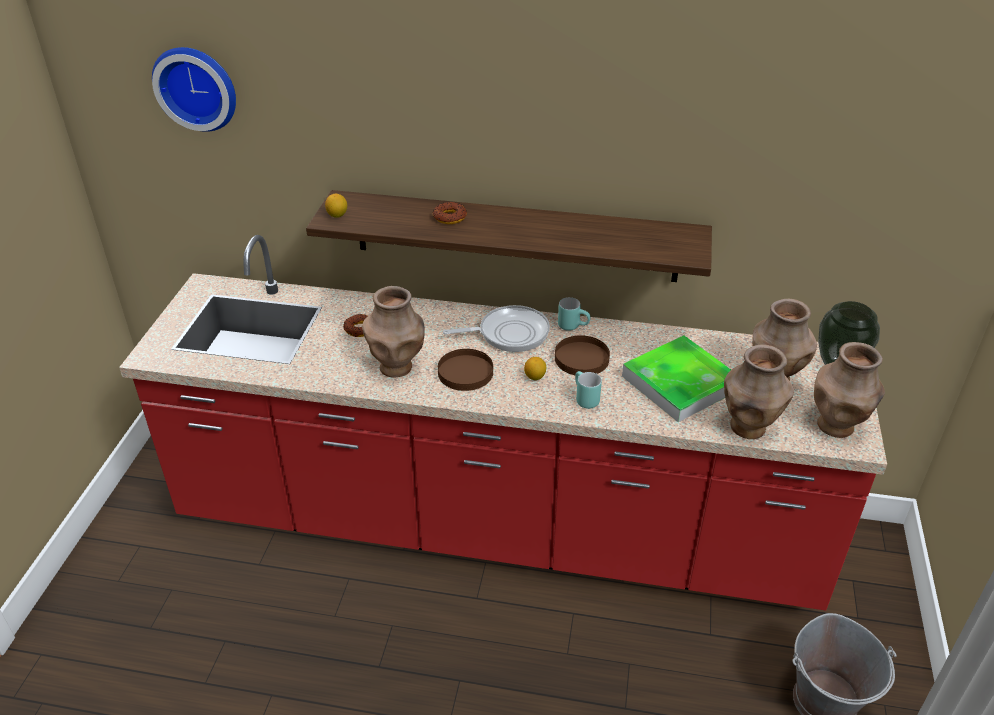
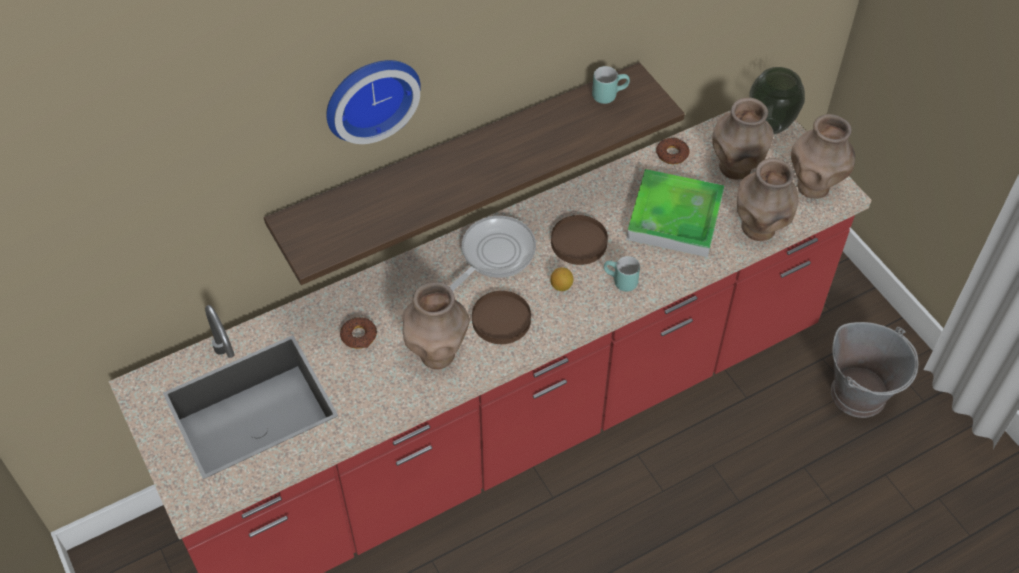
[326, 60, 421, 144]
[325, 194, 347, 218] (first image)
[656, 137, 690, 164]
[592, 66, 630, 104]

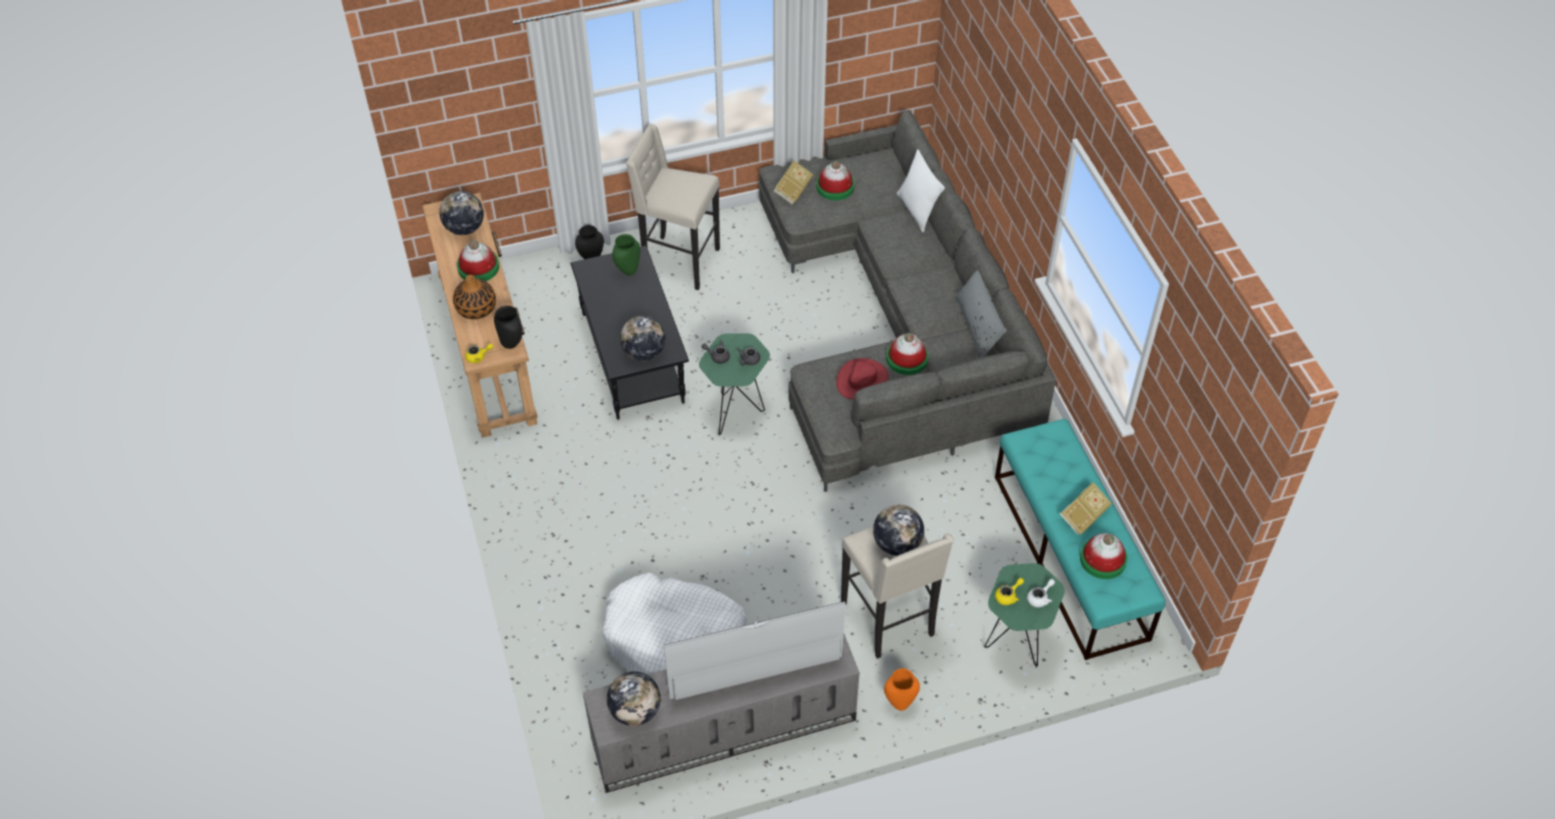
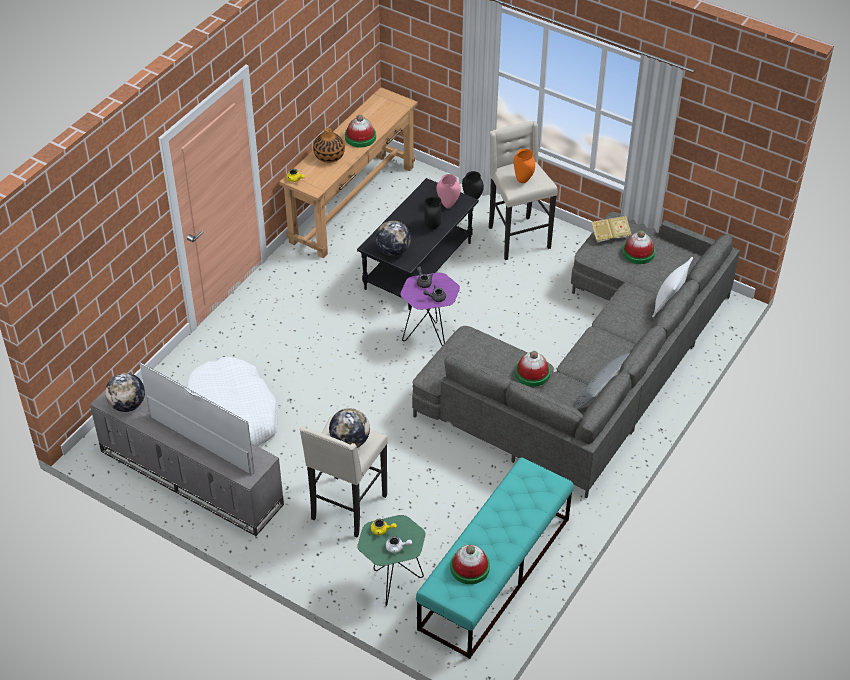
[439, 191, 484, 235] (first image)
[436, 174, 461, 208]
[424, 195, 441, 229]
[400, 273, 460, 346]
[836, 358, 889, 400] (first image)
[1060, 482, 1112, 535] (first image)
[514, 149, 535, 183]

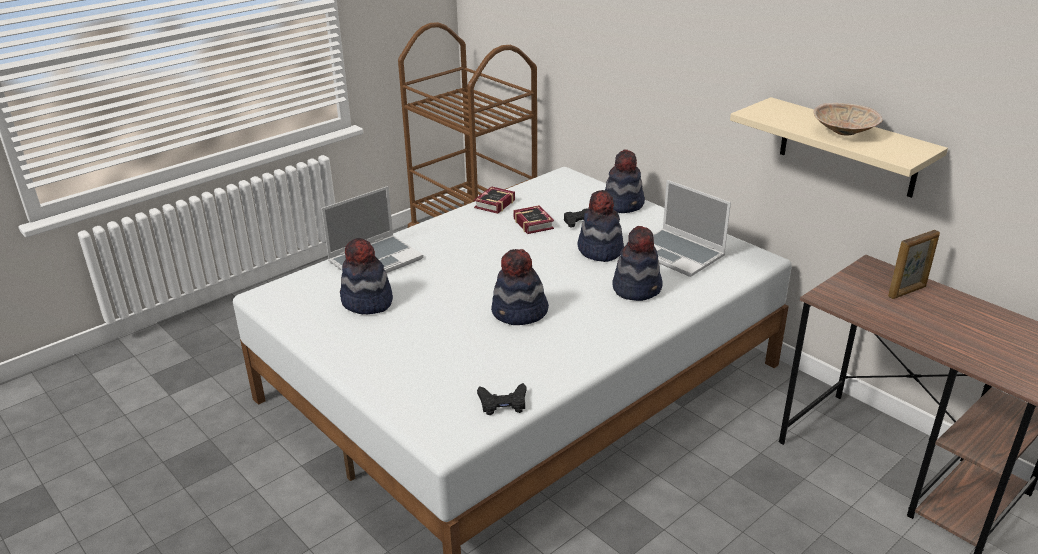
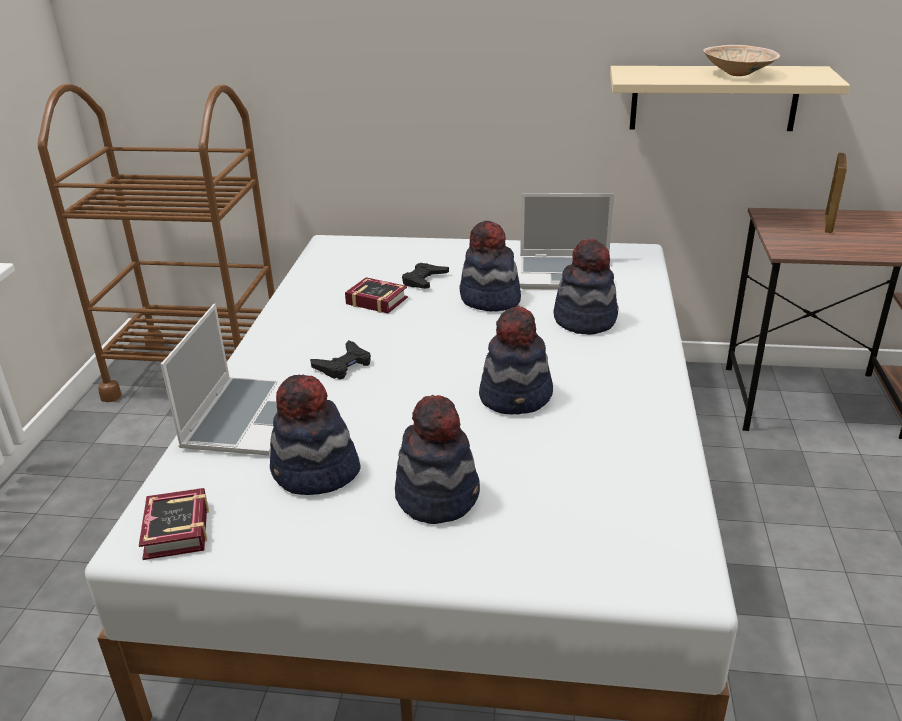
[395, 395, 480, 524]
[139, 488, 209, 560]
[310, 340, 371, 380]

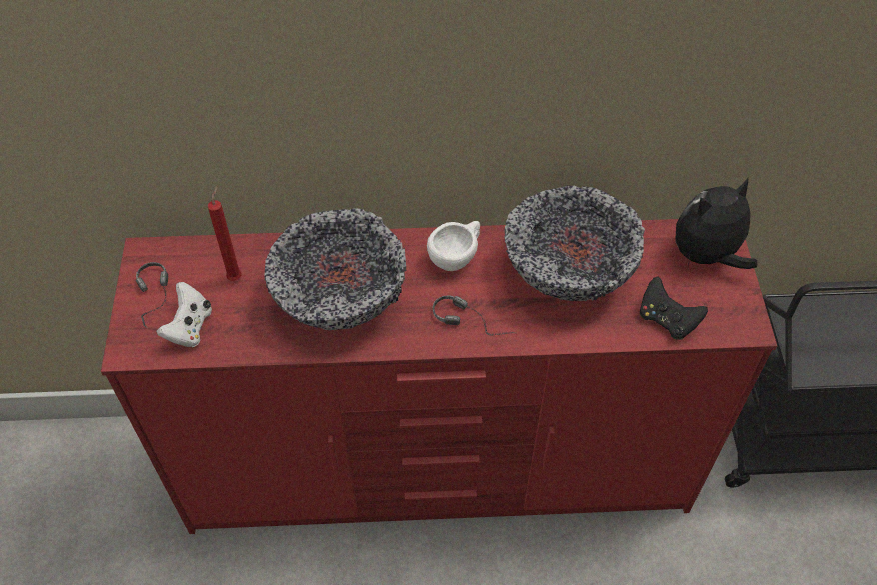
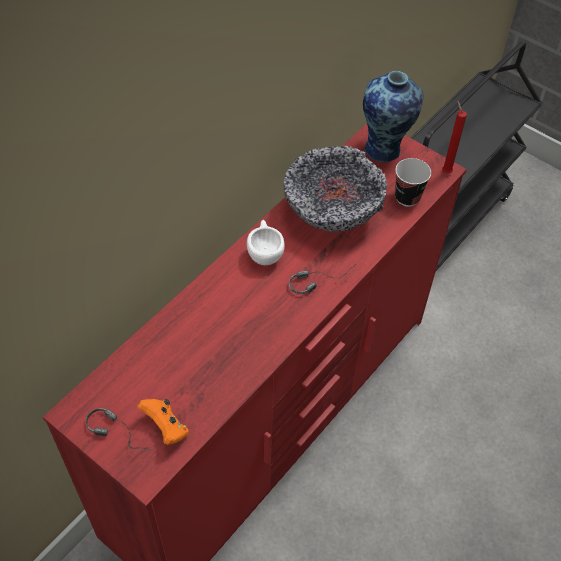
[363, 71, 424, 162]
[442, 100, 467, 174]
[264, 208, 406, 330] (first image)
[395, 158, 431, 207]
[137, 399, 189, 445]

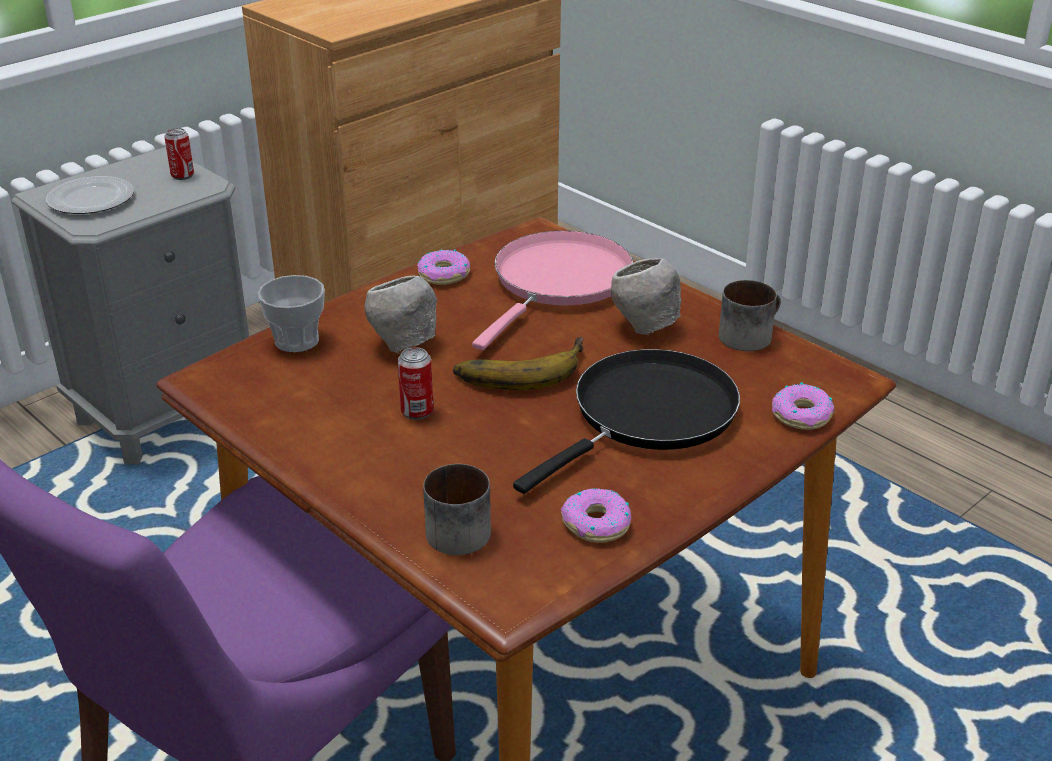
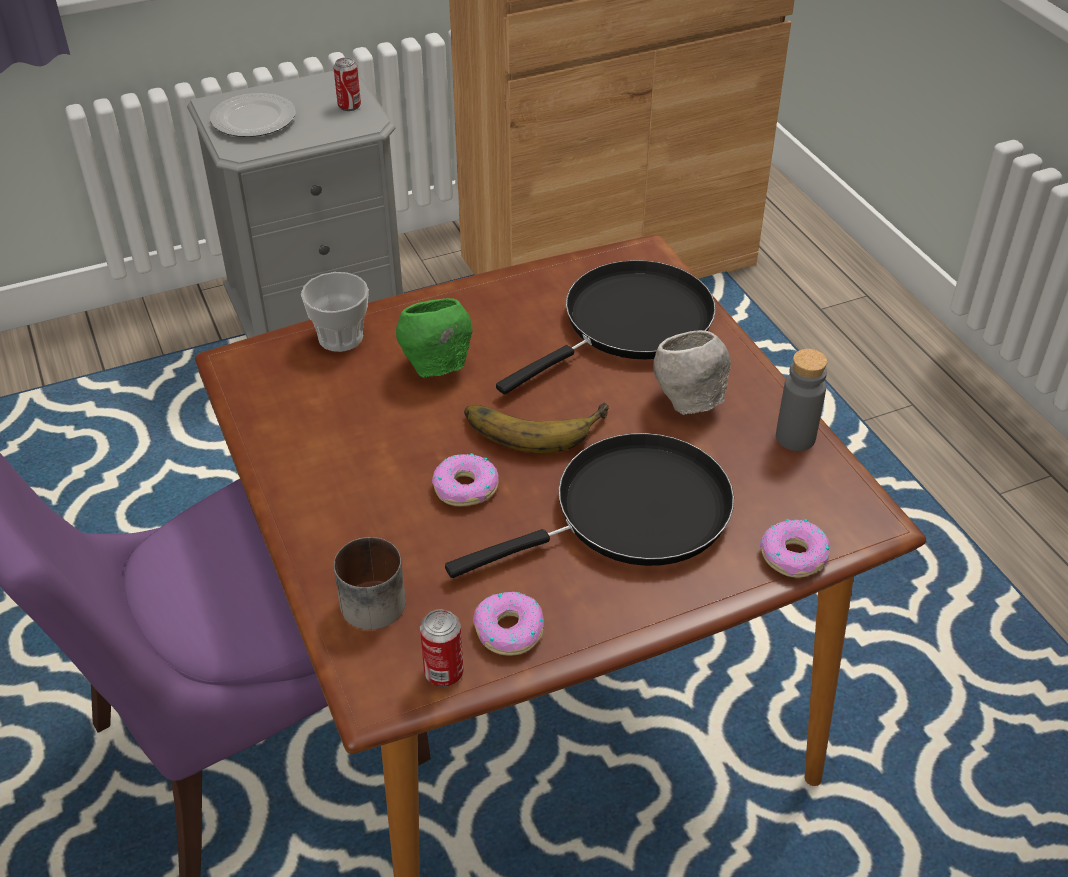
[496, 260, 716, 394]
[432, 453, 498, 507]
[396, 298, 473, 378]
[776, 349, 828, 451]
[420, 609, 464, 687]

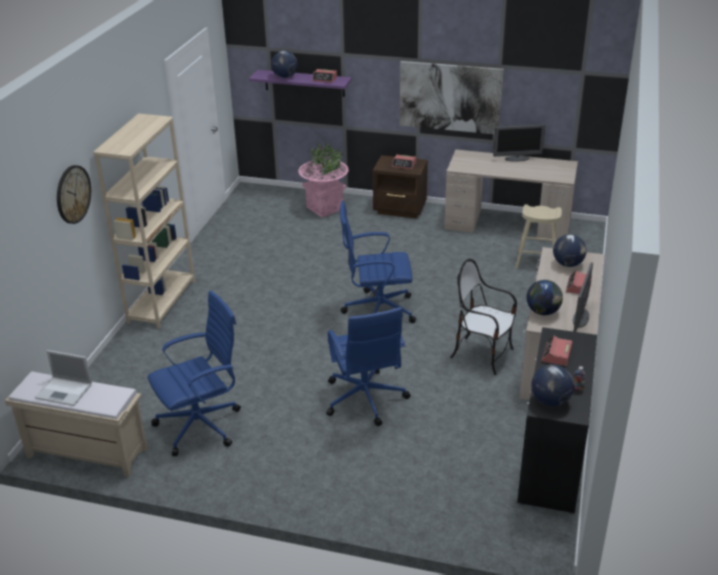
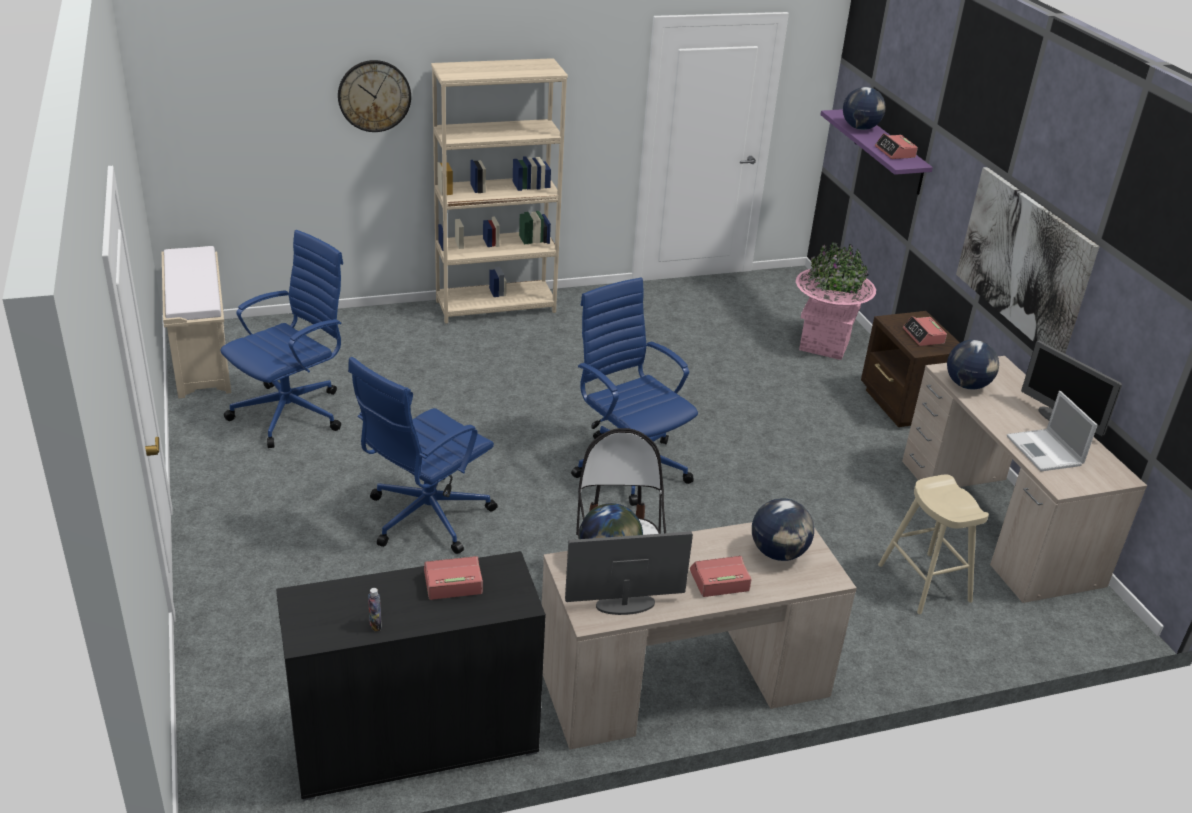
[221, 230, 343, 448]
[1007, 391, 1098, 472]
[947, 339, 999, 390]

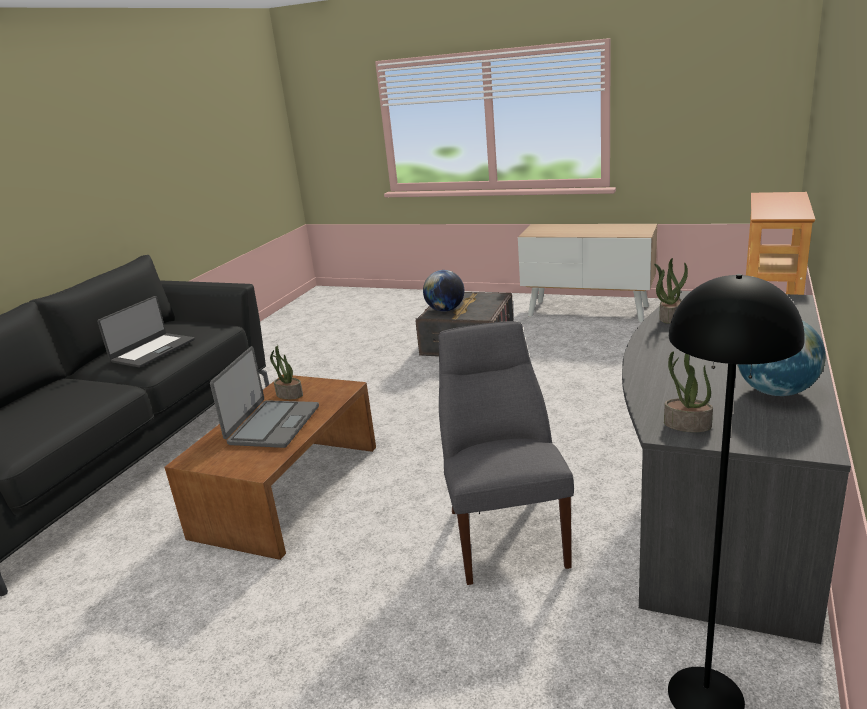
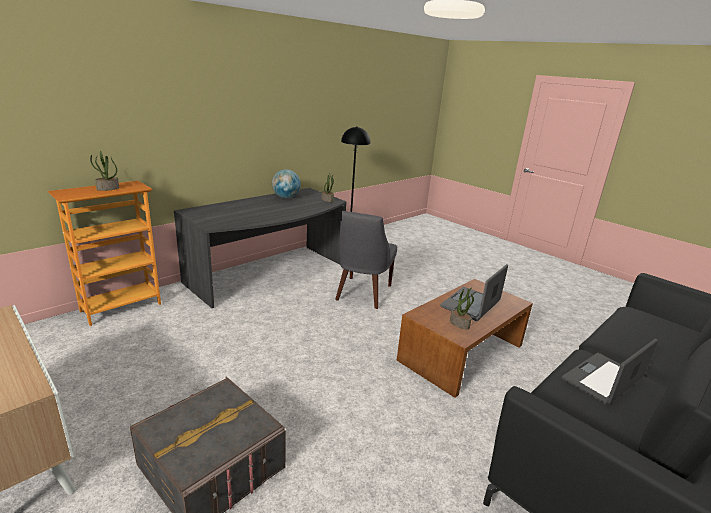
[90, 151, 119, 191]
[423, 270, 464, 312] (first image)

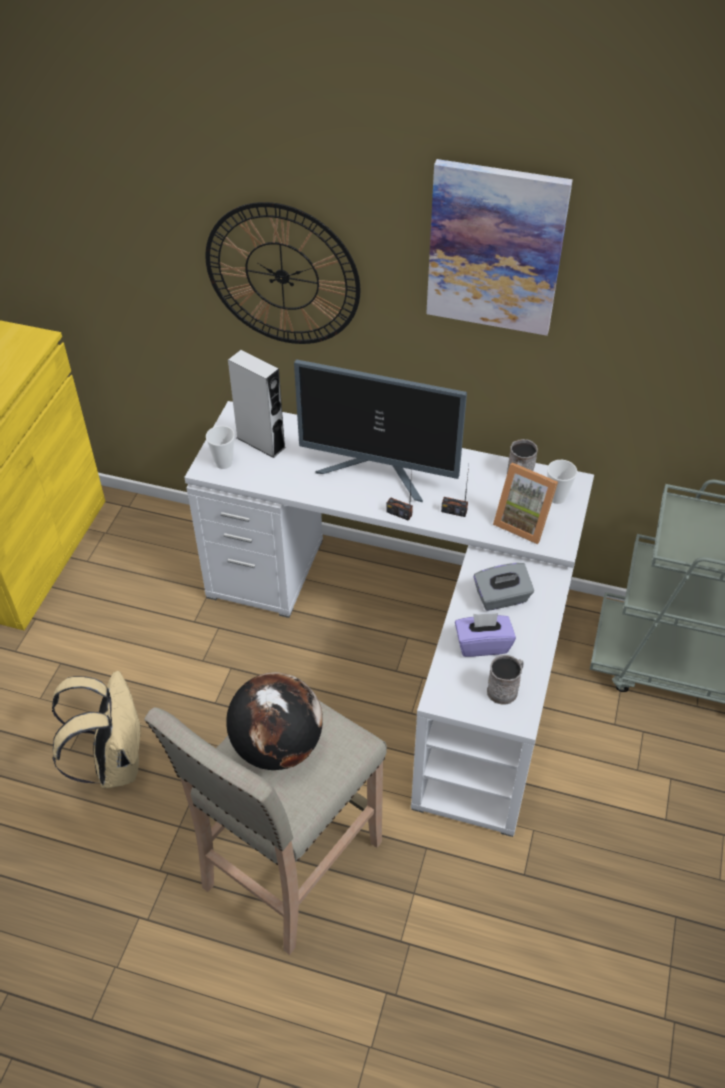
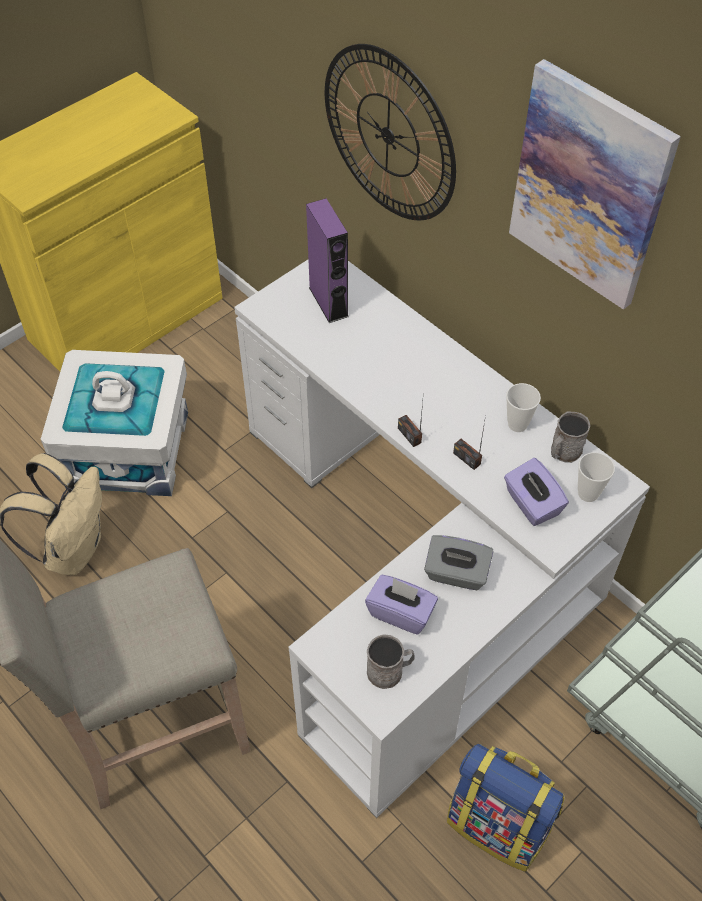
[306, 198, 349, 323]
[294, 359, 467, 502] (first image)
[506, 383, 541, 432]
[504, 458, 569, 526]
[226, 672, 323, 770] (first image)
[41, 350, 188, 496]
[447, 744, 565, 872]

